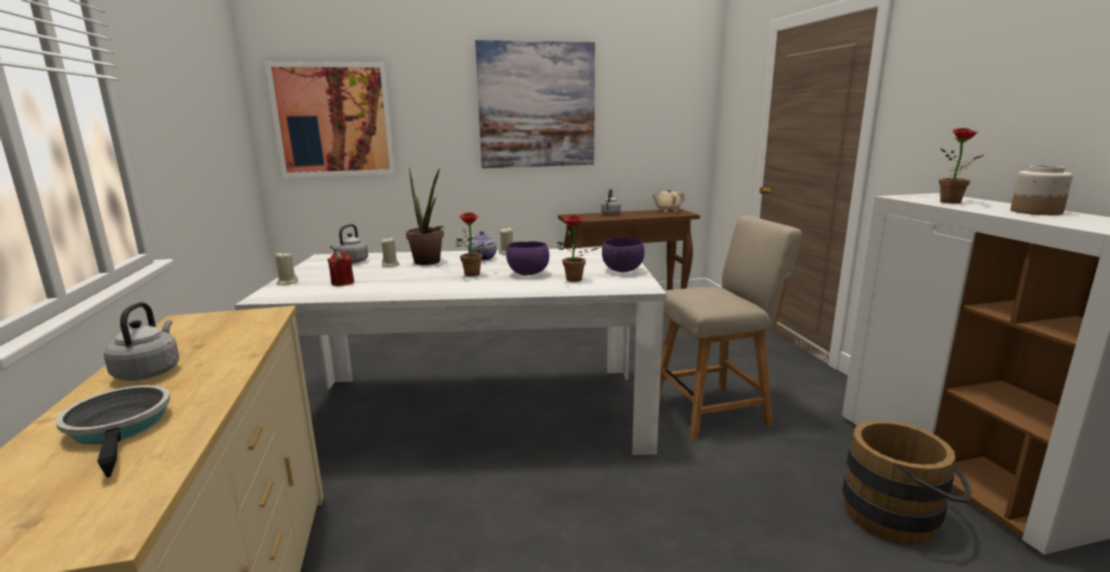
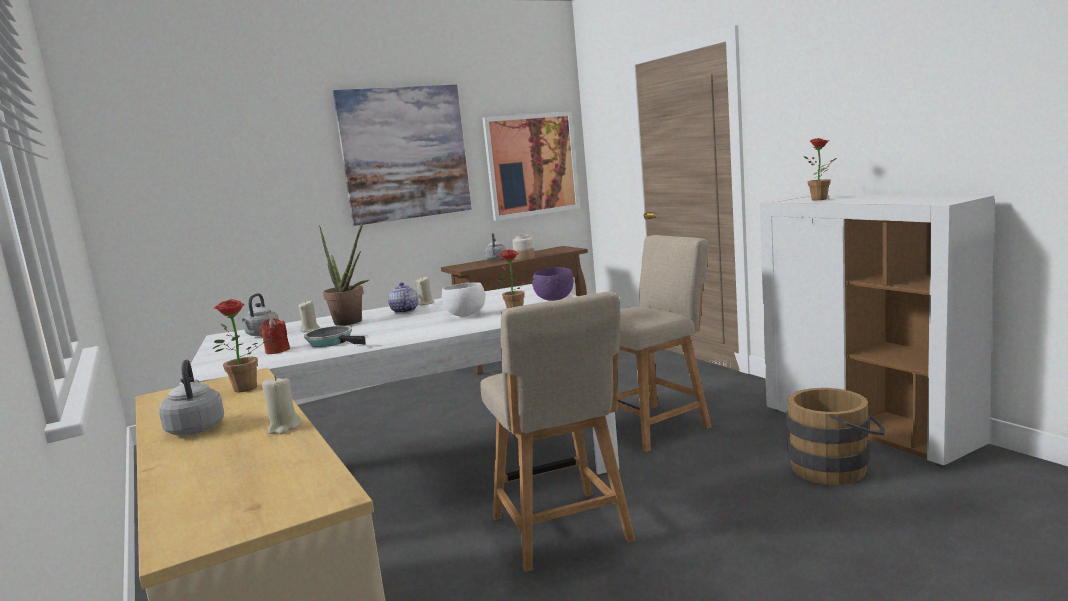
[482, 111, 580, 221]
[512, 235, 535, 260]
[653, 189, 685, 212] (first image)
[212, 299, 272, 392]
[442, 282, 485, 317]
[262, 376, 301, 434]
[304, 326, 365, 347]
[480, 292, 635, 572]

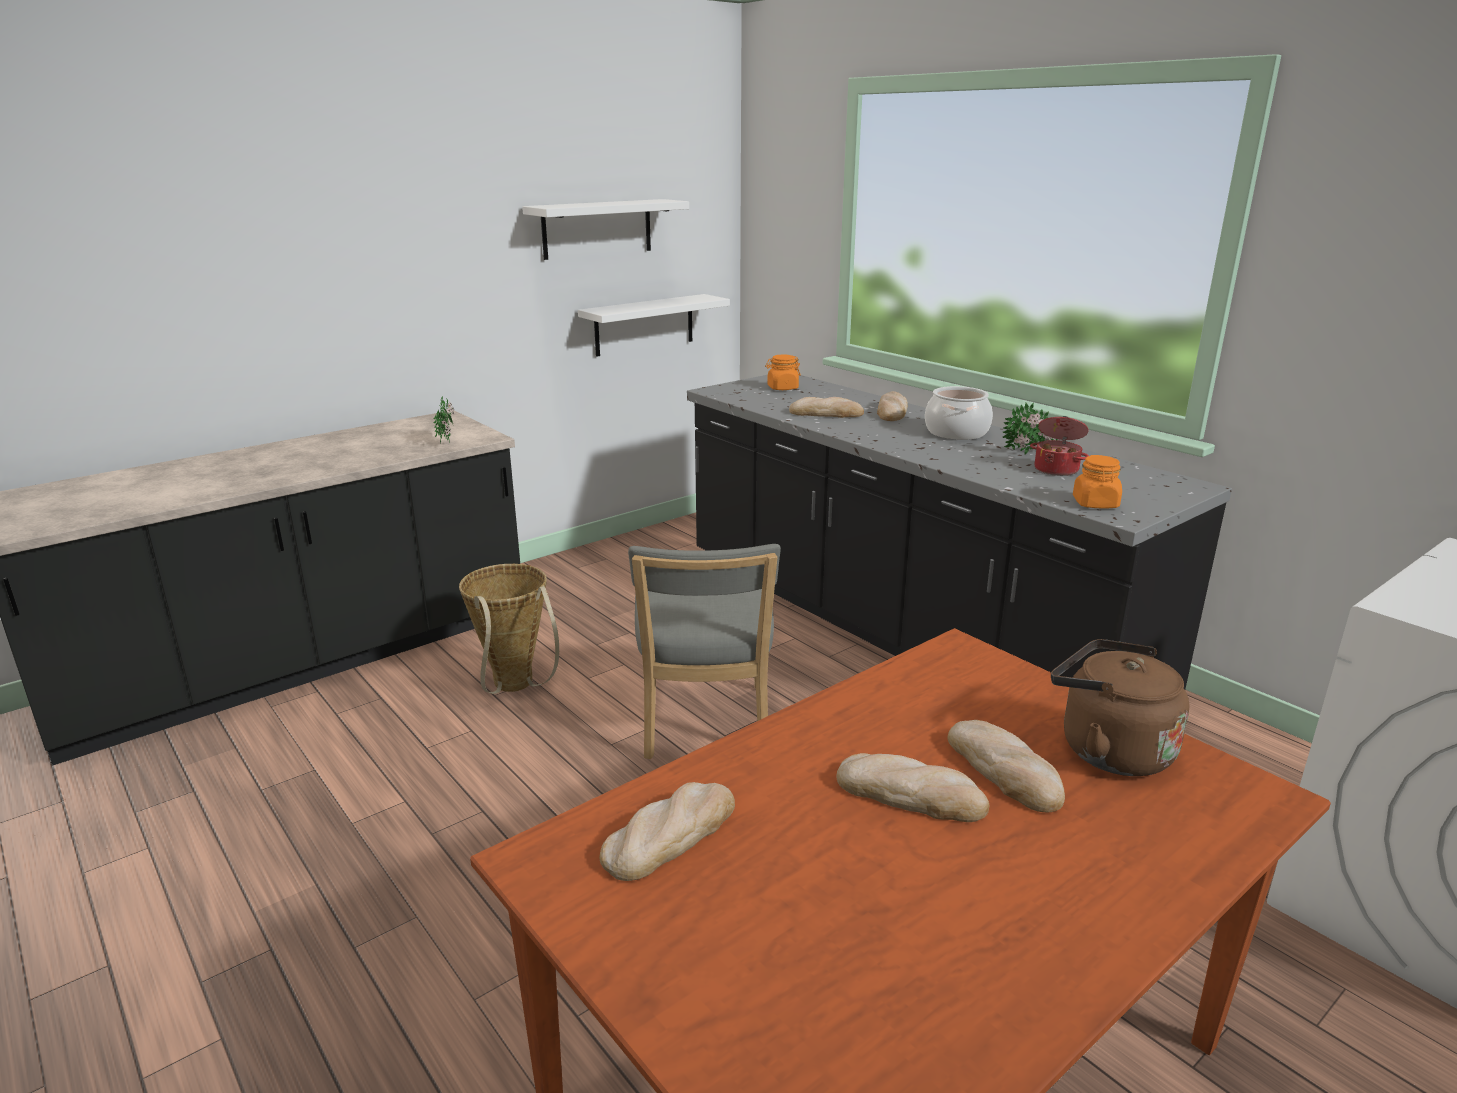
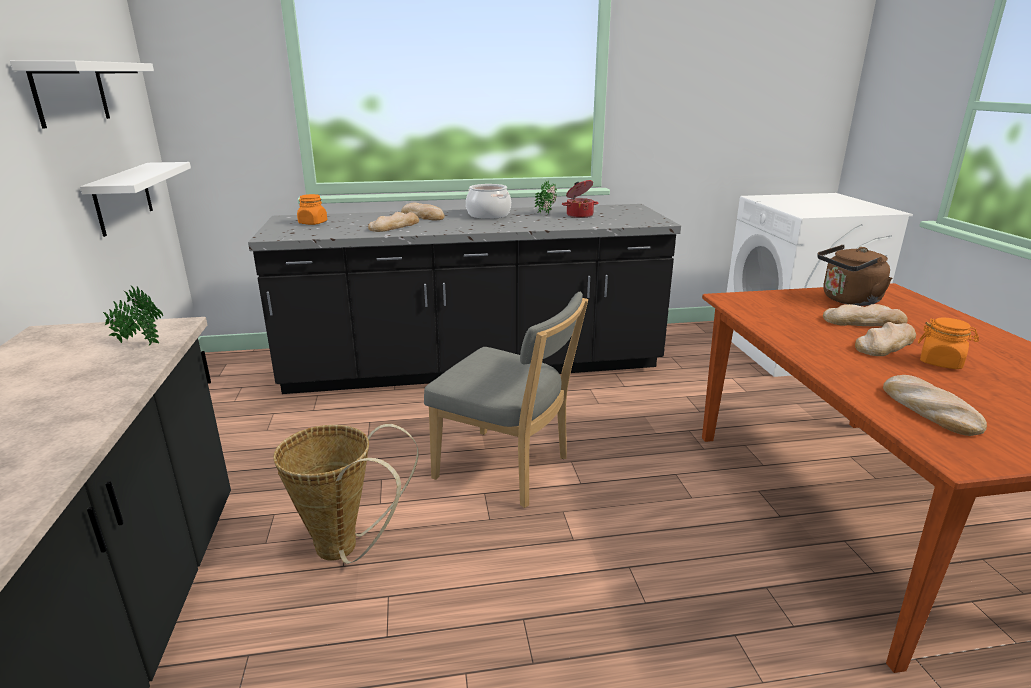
[918, 318, 979, 369]

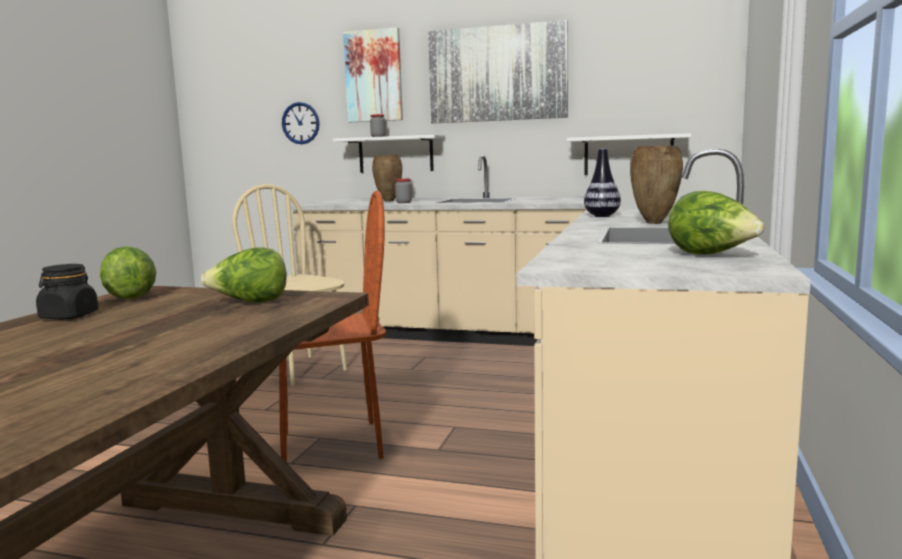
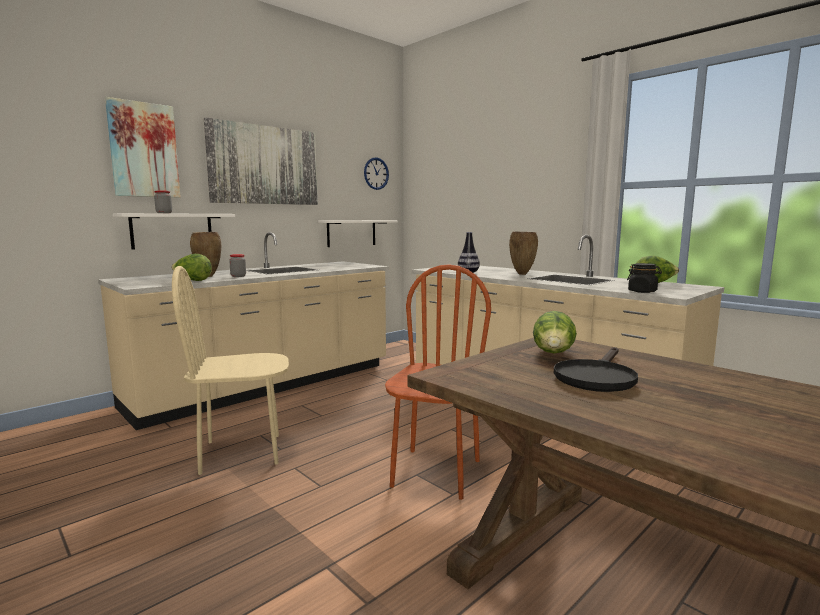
[364, 157, 389, 190]
[171, 254, 212, 281]
[627, 263, 662, 293]
[554, 347, 638, 392]

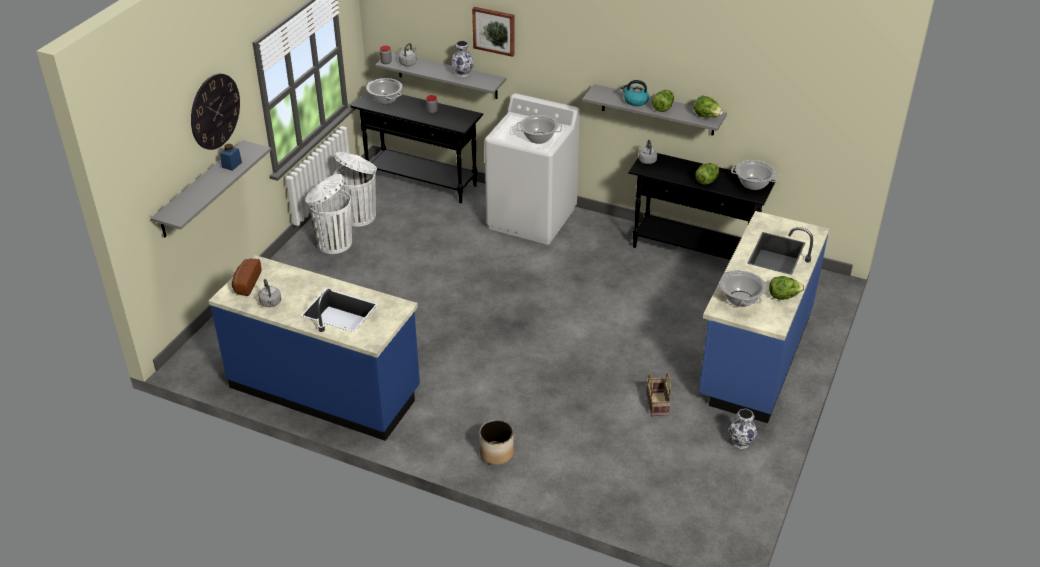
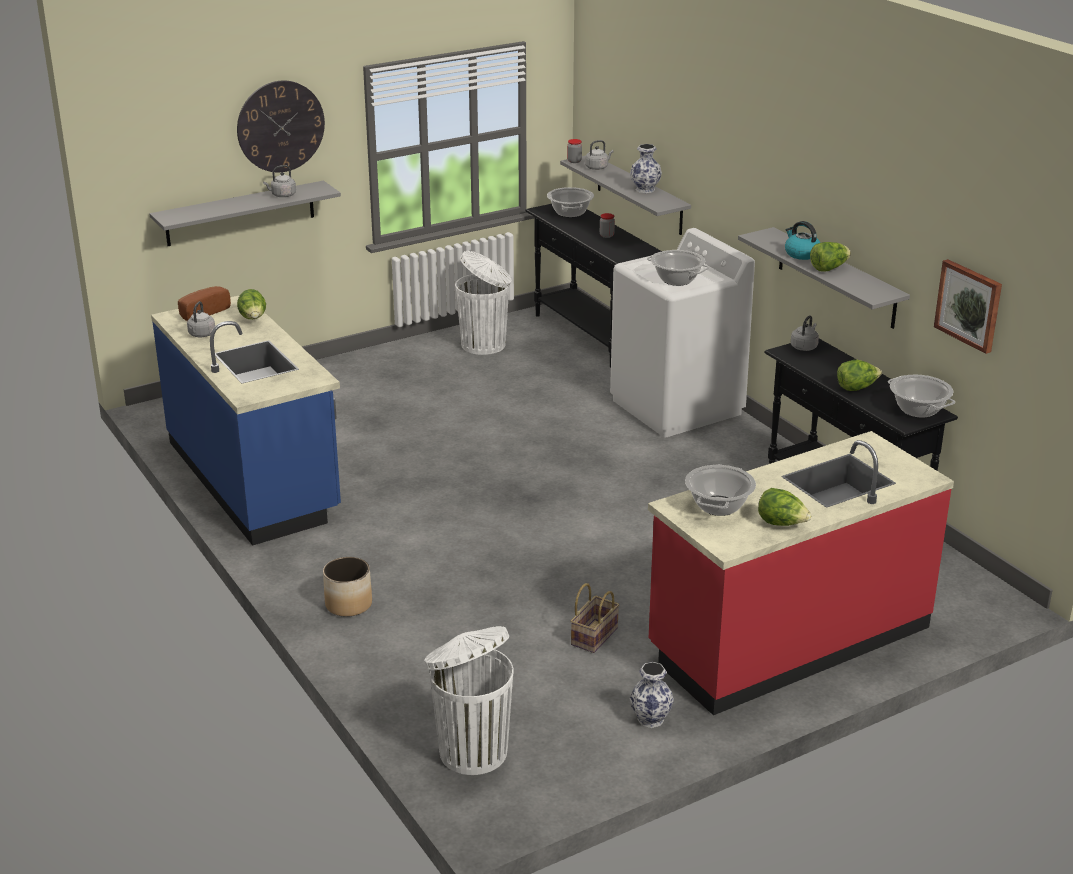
[934, 259, 1002, 354]
[237, 289, 266, 319]
[263, 165, 296, 197]
[424, 626, 514, 775]
[648, 431, 954, 715]

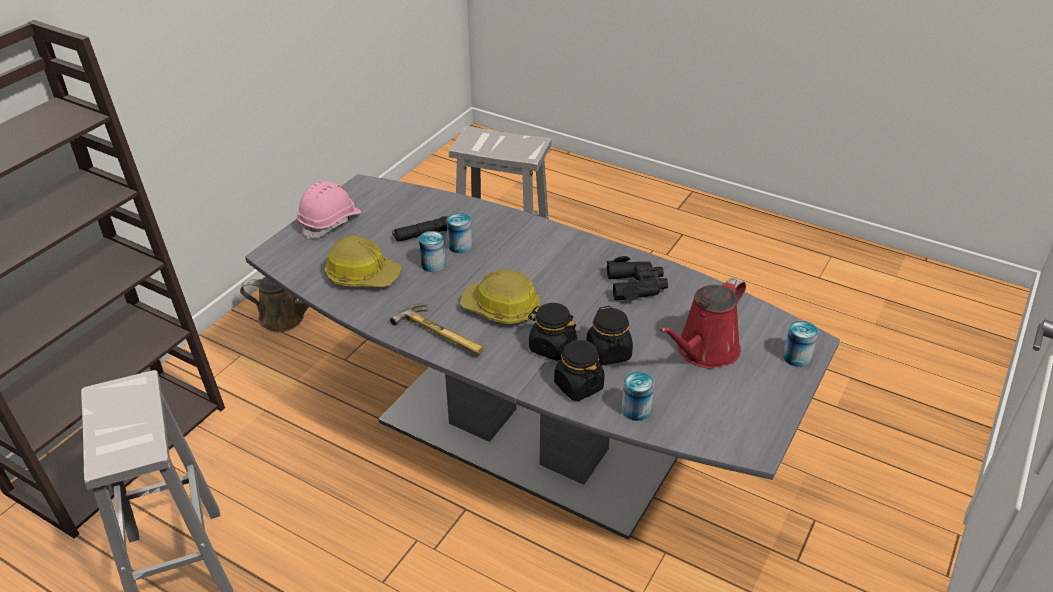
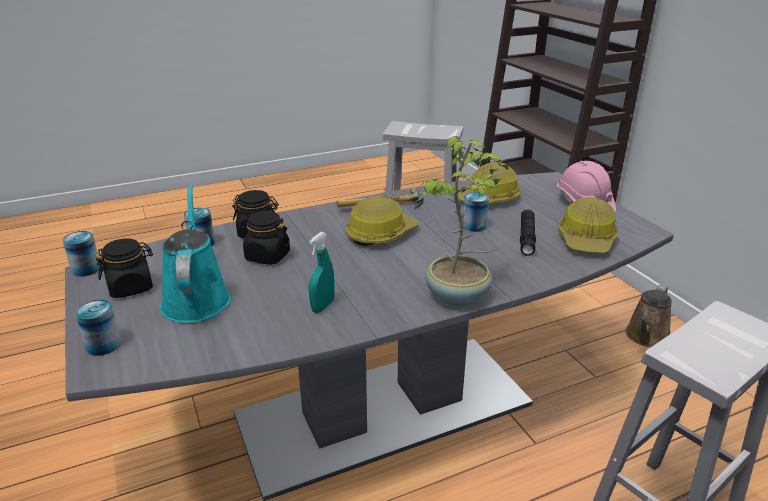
[62, 231, 100, 277]
[309, 232, 335, 313]
[160, 185, 231, 323]
[95, 238, 153, 298]
[419, 136, 509, 306]
[558, 197, 618, 253]

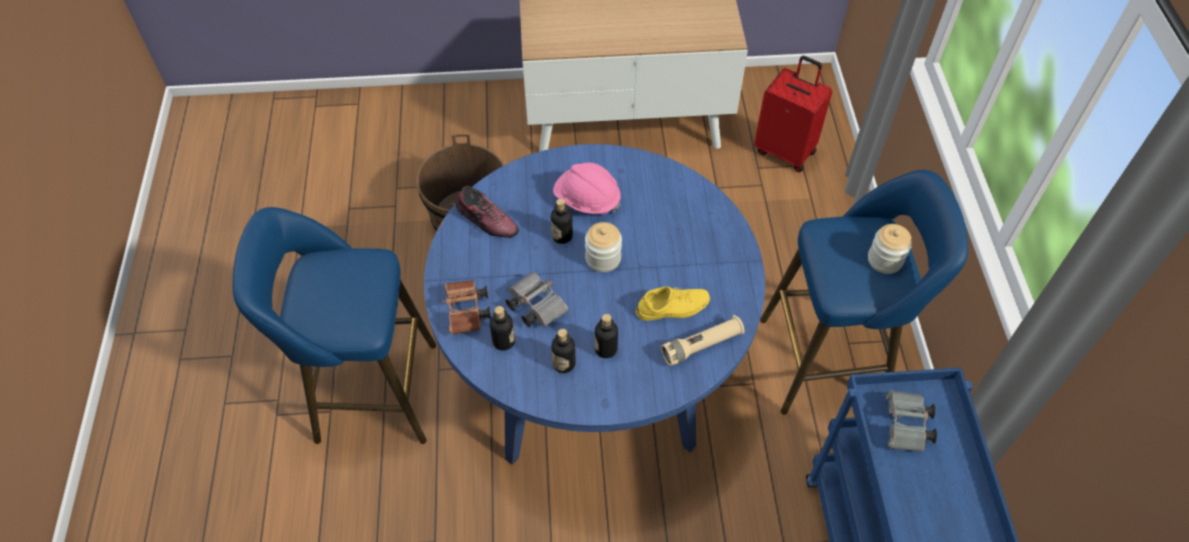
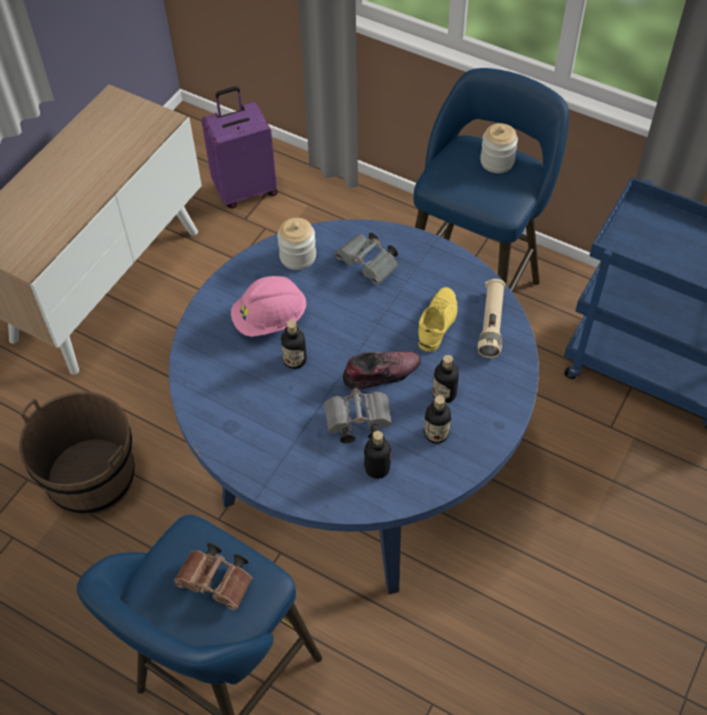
[201, 86, 278, 208]
[342, 352, 421, 390]
[277, 218, 316, 270]
[174, 543, 252, 610]
[335, 233, 398, 285]

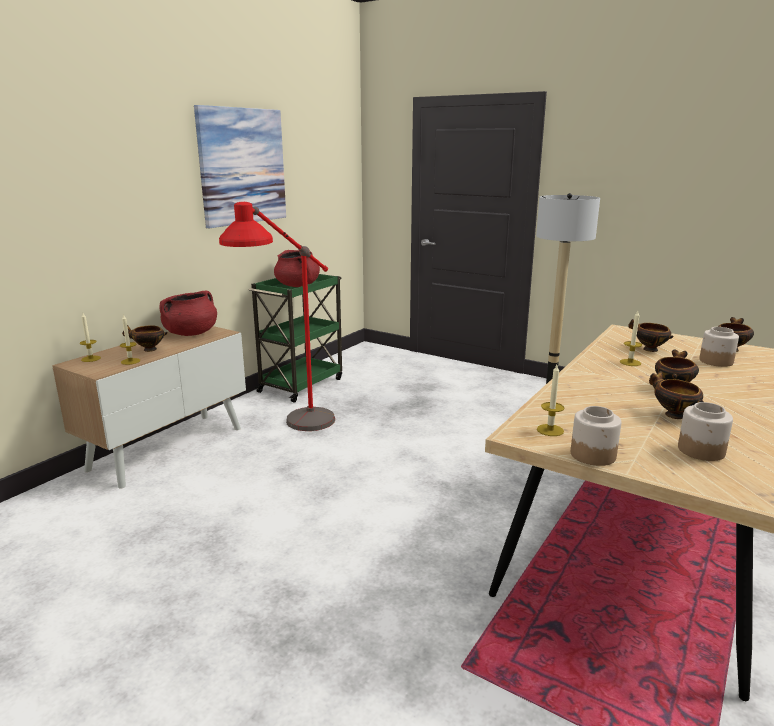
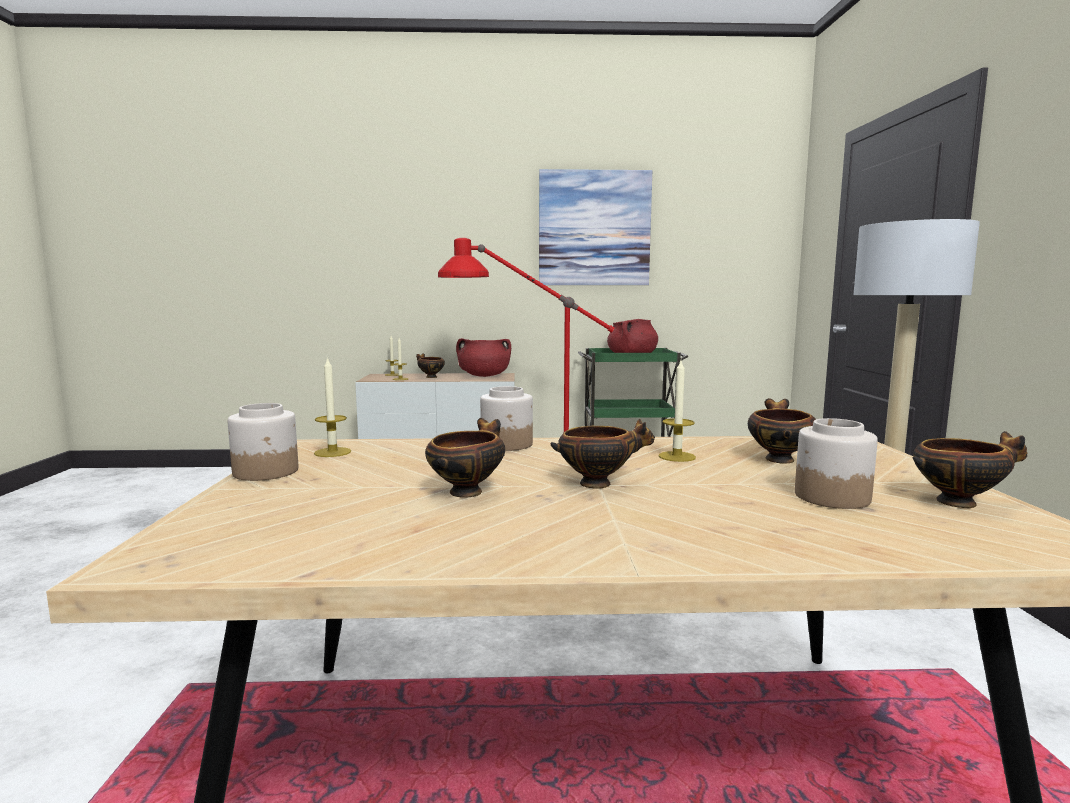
[480, 386, 533, 451]

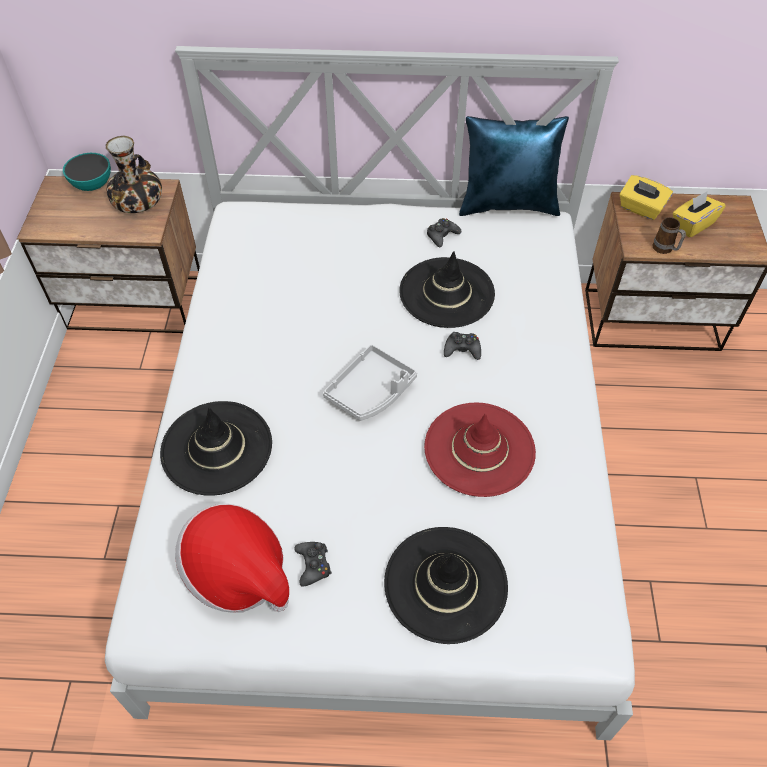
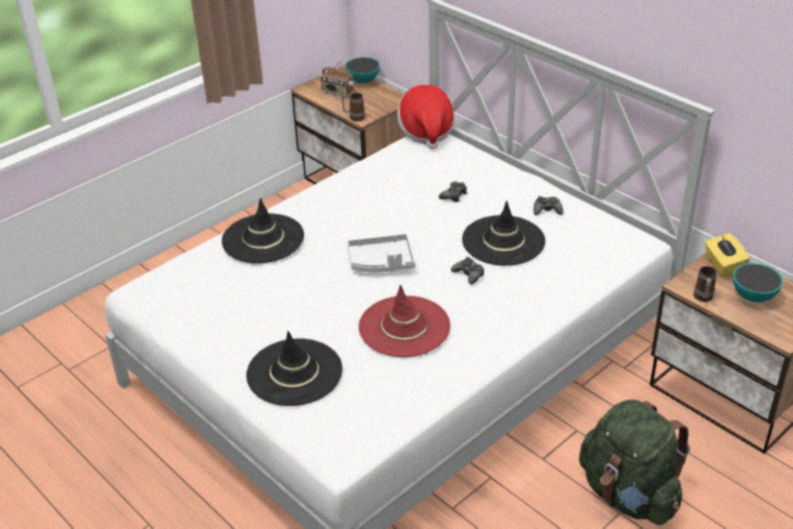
[459, 116, 569, 216] (first image)
[106, 136, 162, 213] (first image)
[733, 263, 783, 302]
[397, 85, 455, 149]
[439, 182, 467, 202]
[321, 59, 354, 96]
[342, 93, 365, 121]
[579, 399, 690, 525]

